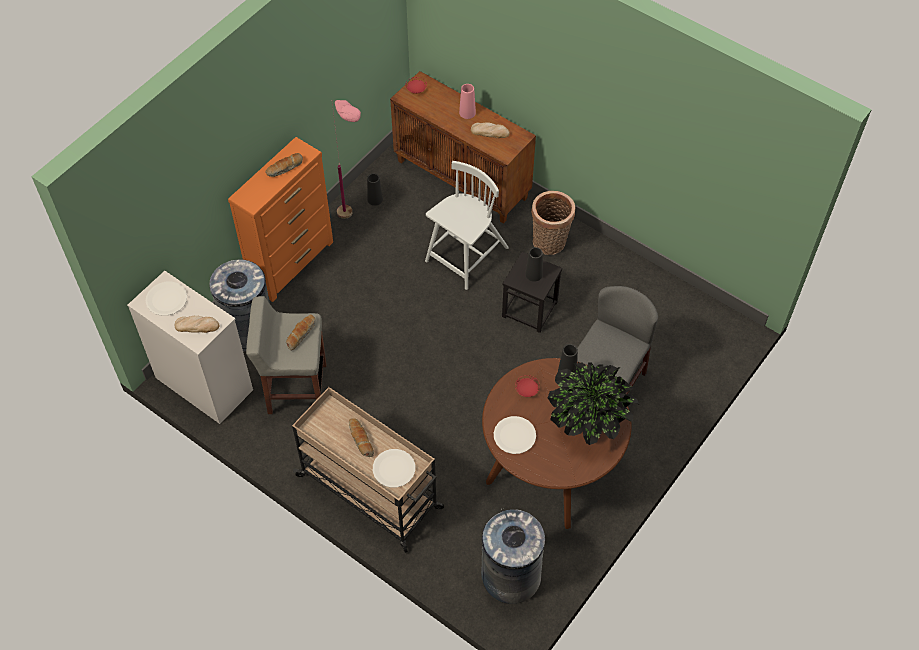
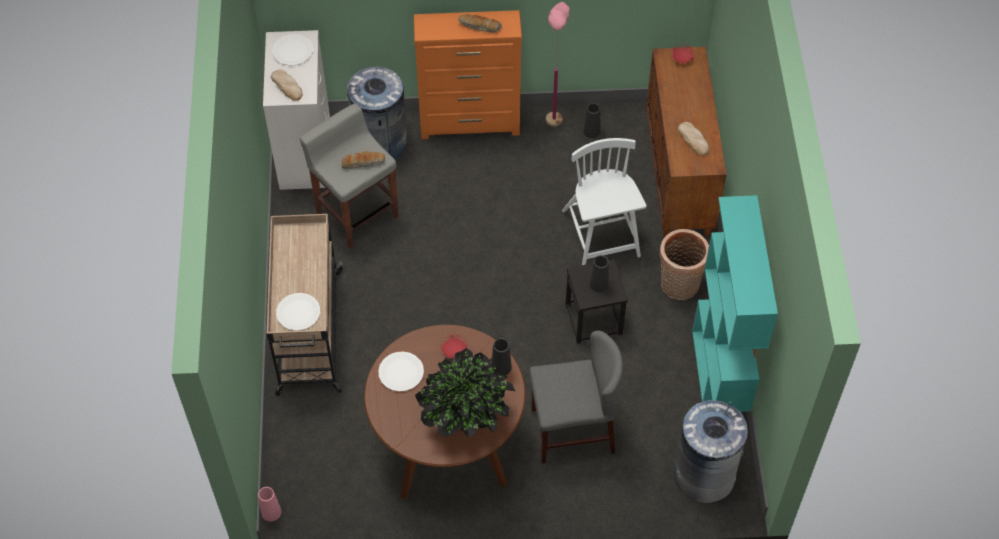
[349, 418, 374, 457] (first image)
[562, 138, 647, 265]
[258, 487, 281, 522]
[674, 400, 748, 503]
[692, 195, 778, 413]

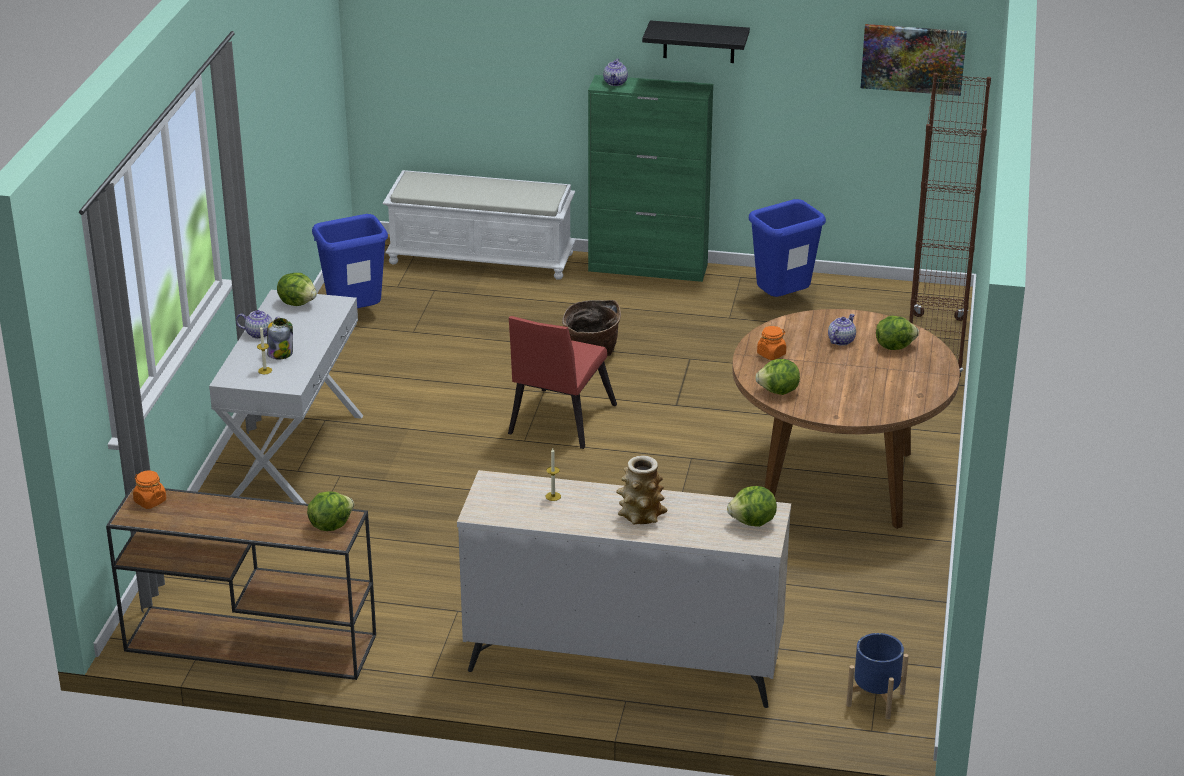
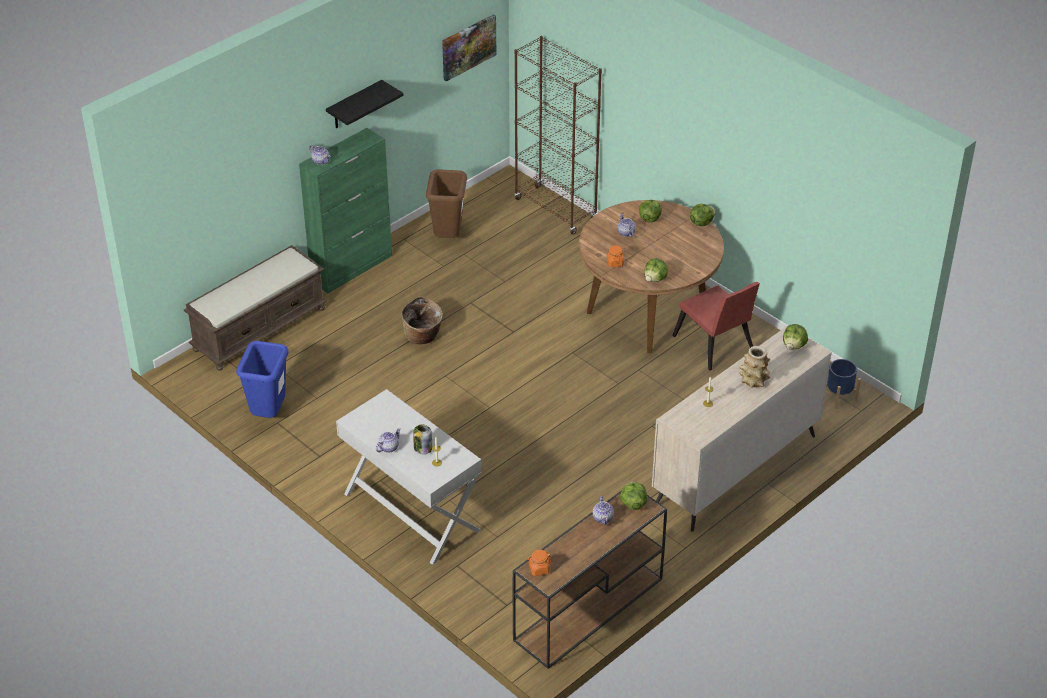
[690, 204, 716, 226]
[184, 245, 327, 371]
[672, 282, 760, 370]
[426, 169, 467, 238]
[593, 496, 614, 525]

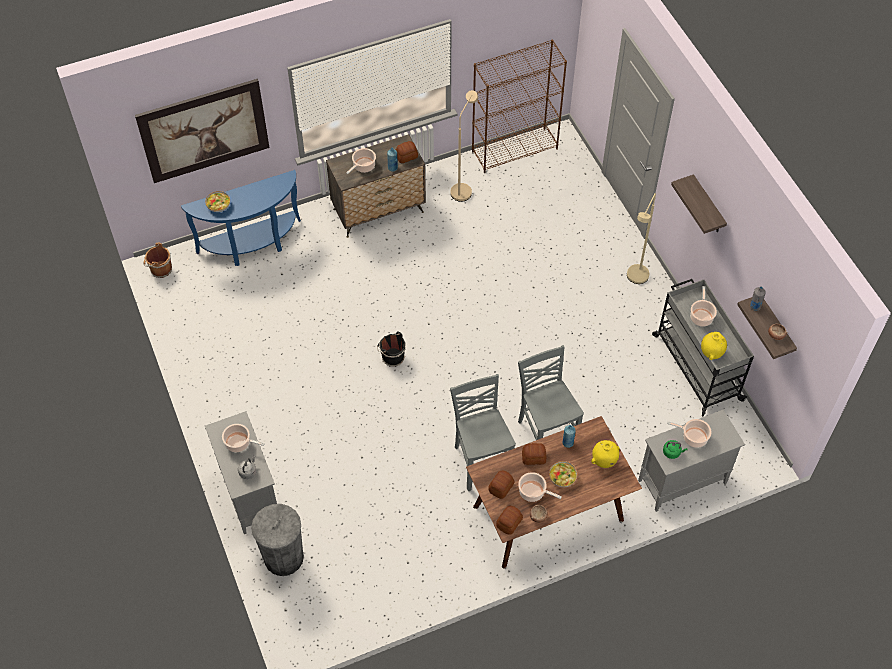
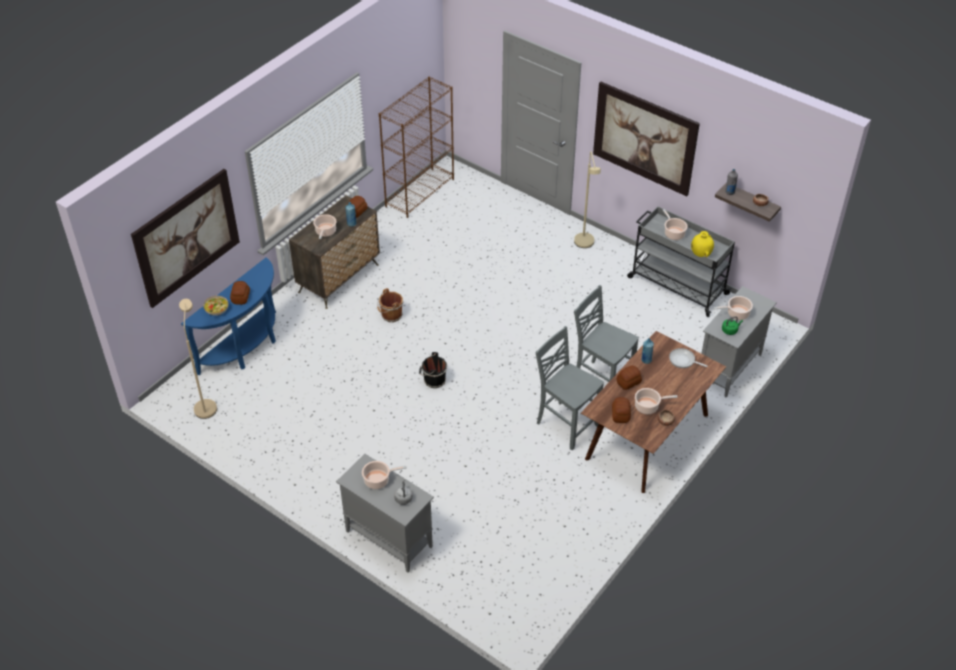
[377, 288, 404, 322]
[251, 504, 304, 576] (first image)
[179, 299, 217, 419]
[230, 281, 250, 305]
[549, 461, 577, 487] (first image)
[669, 348, 708, 368]
[593, 82, 700, 196]

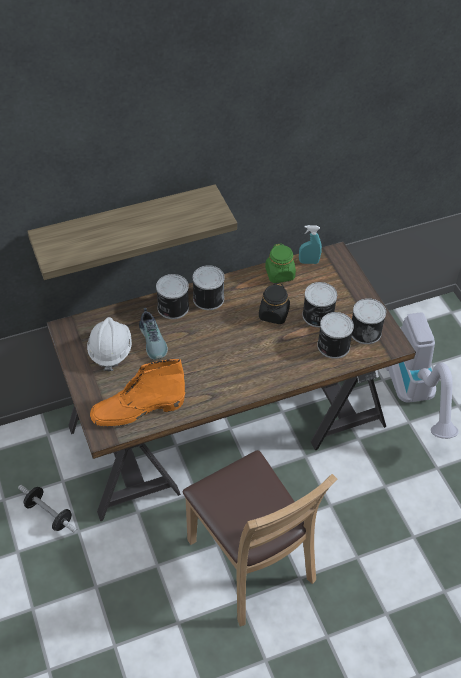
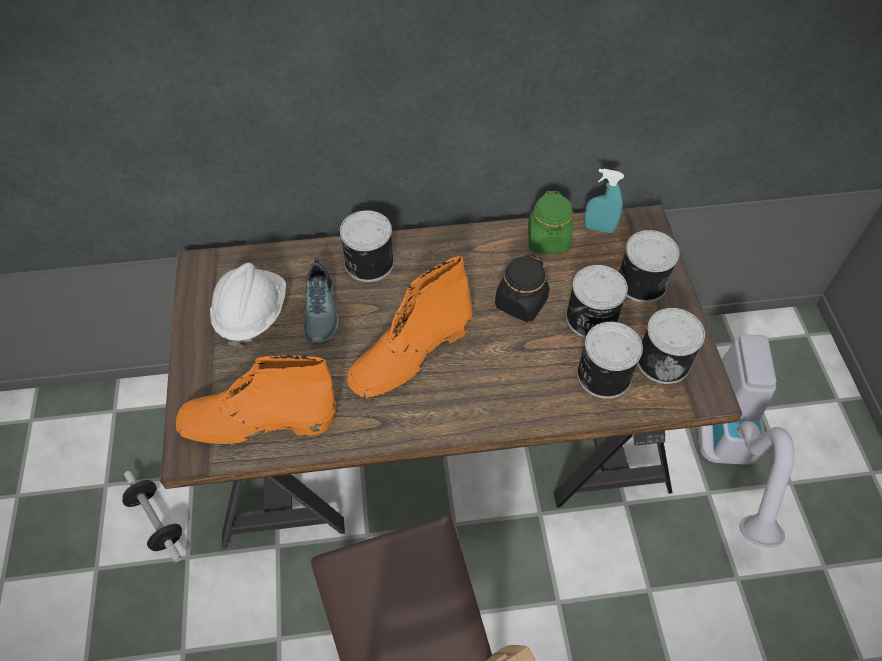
[27, 184, 237, 280] (first image)
[619, 230, 680, 303]
[347, 256, 473, 398]

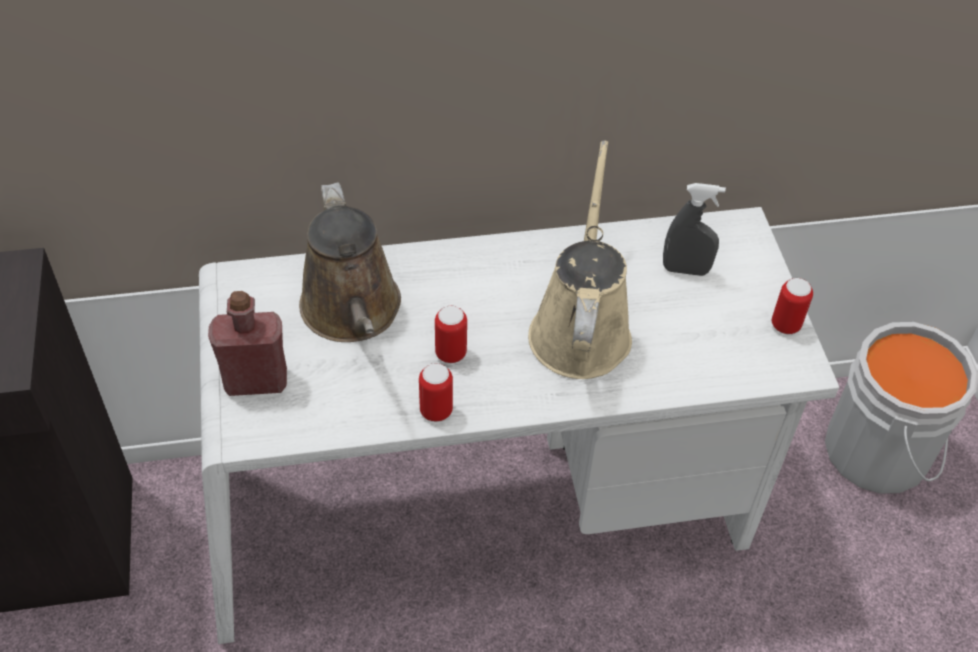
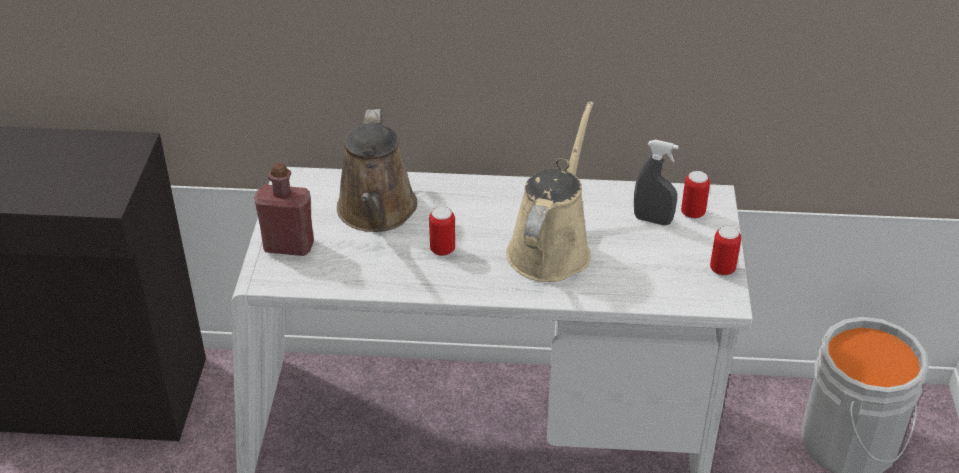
[681, 171, 710, 219]

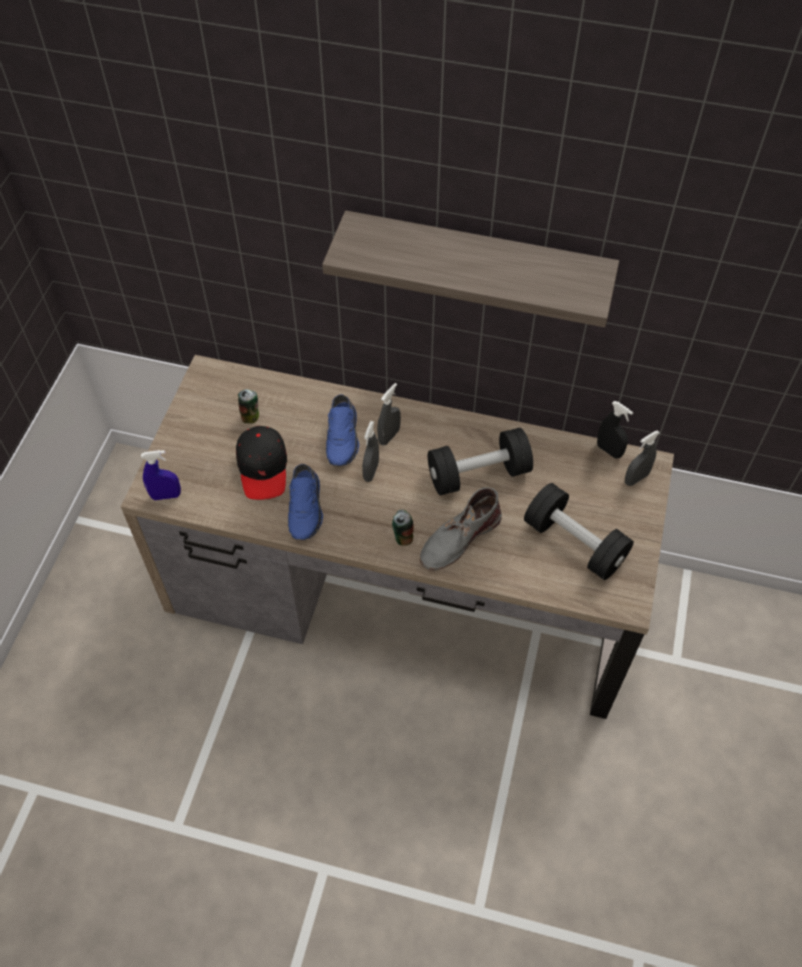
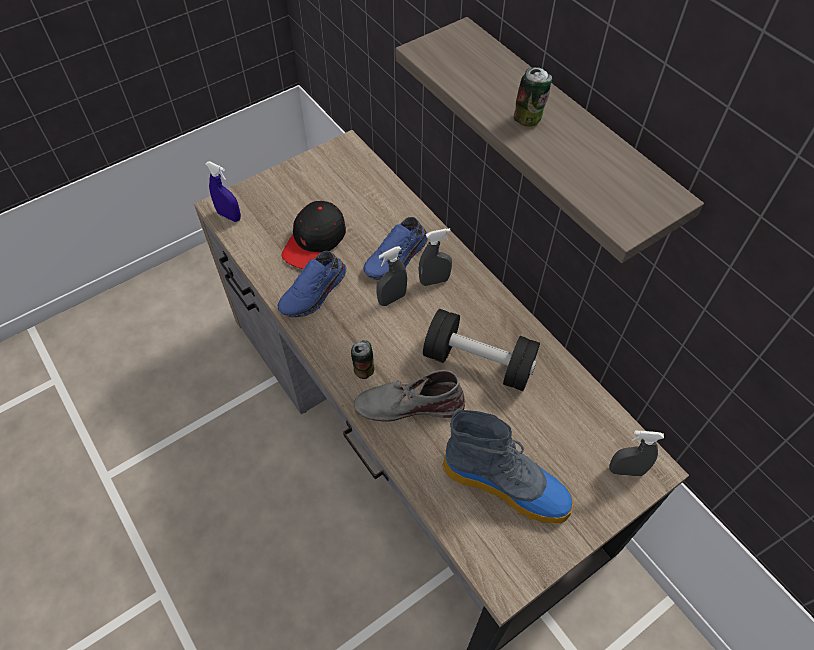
[514, 67, 552, 126]
[442, 410, 573, 524]
[597, 401, 633, 458] (first image)

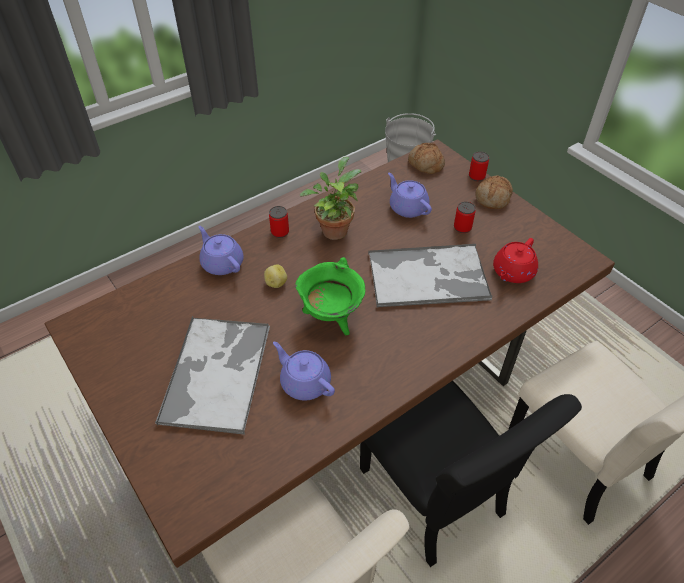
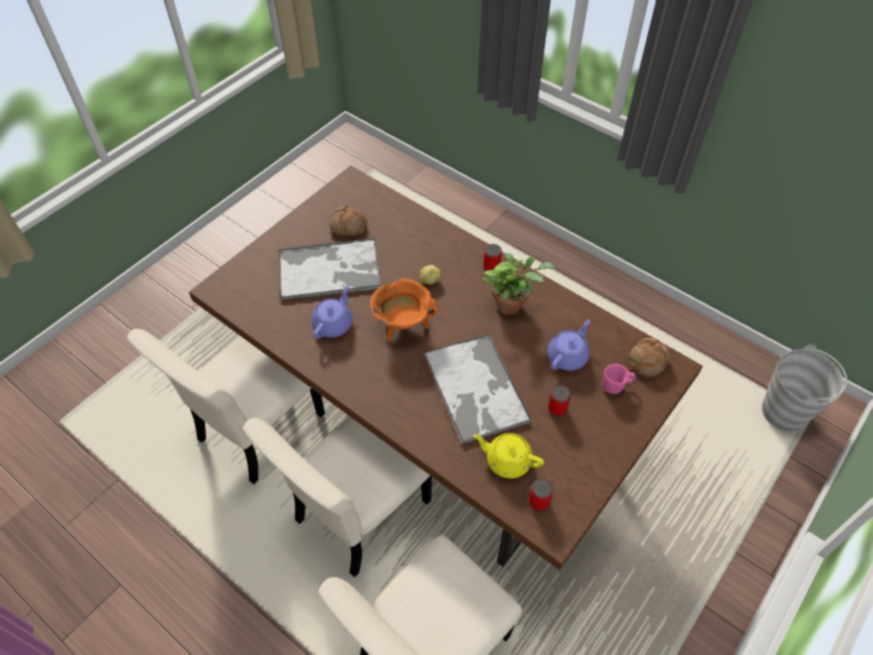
[198, 226, 243, 275] (first image)
[370, 279, 438, 342]
[243, 416, 432, 577]
[529, 479, 553, 510]
[329, 206, 367, 236]
[473, 433, 544, 478]
[603, 364, 636, 394]

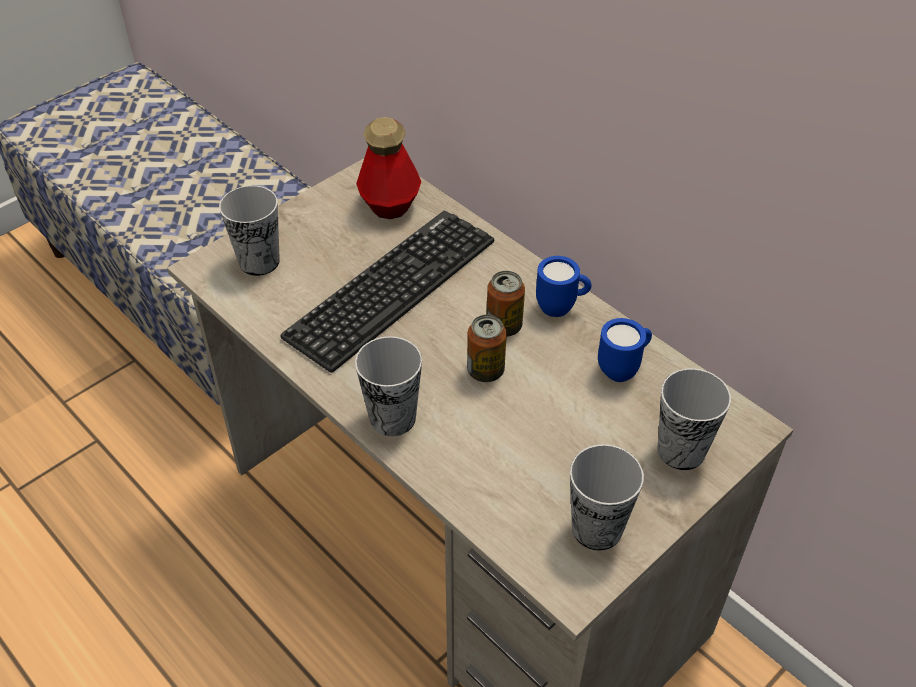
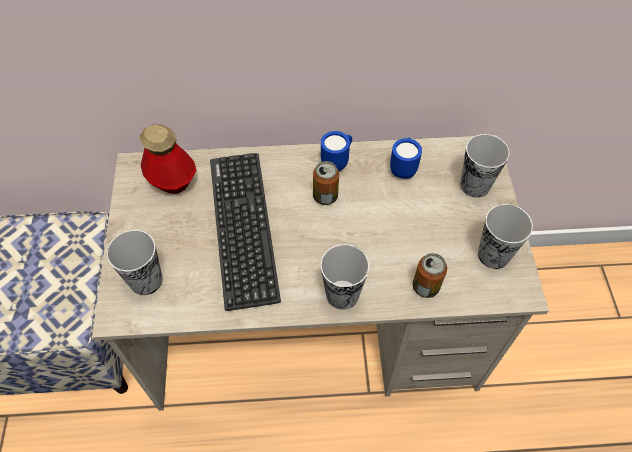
[413, 253, 447, 298]

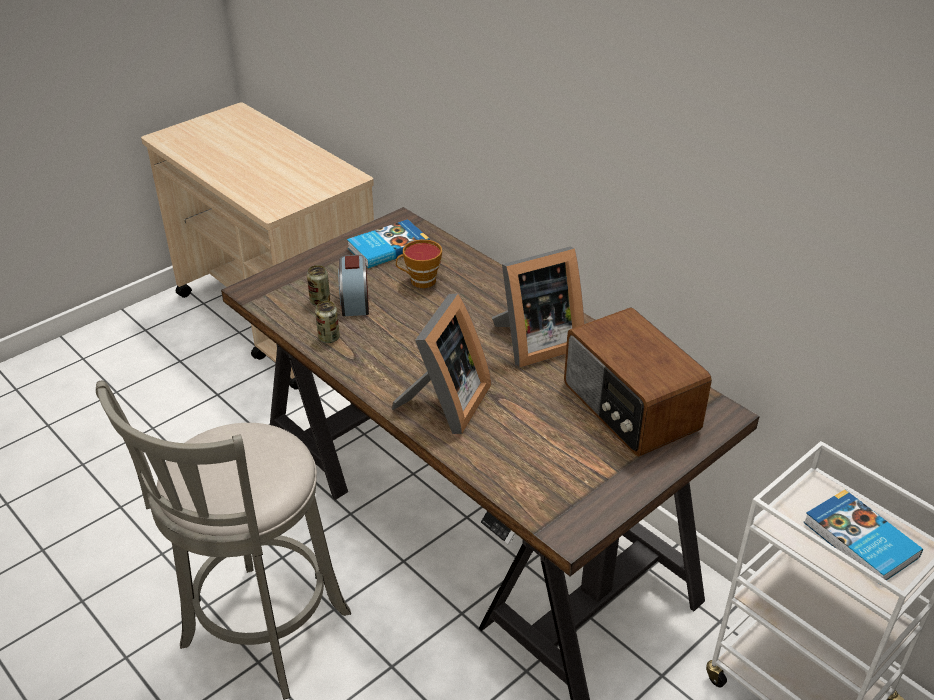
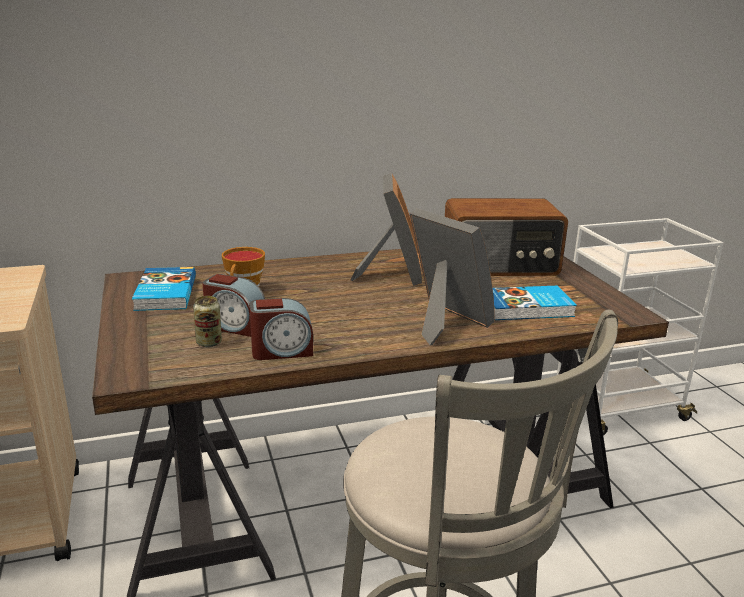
[250, 298, 313, 360]
[493, 286, 577, 320]

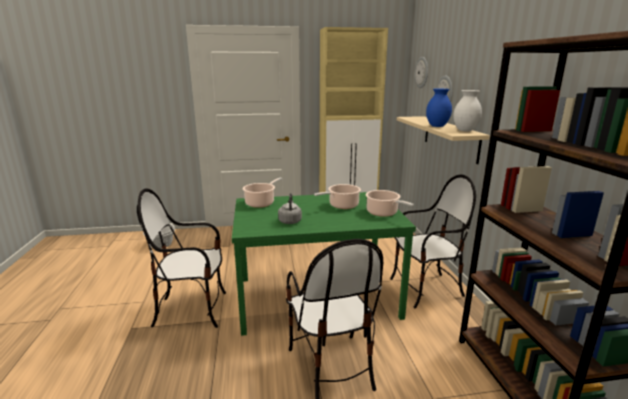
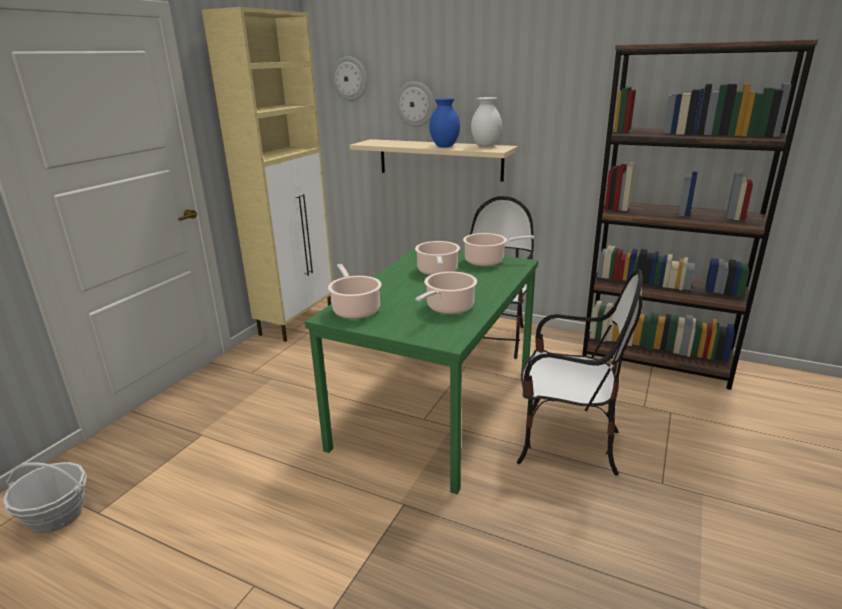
[137, 188, 226, 328] (first image)
[415, 271, 477, 314]

